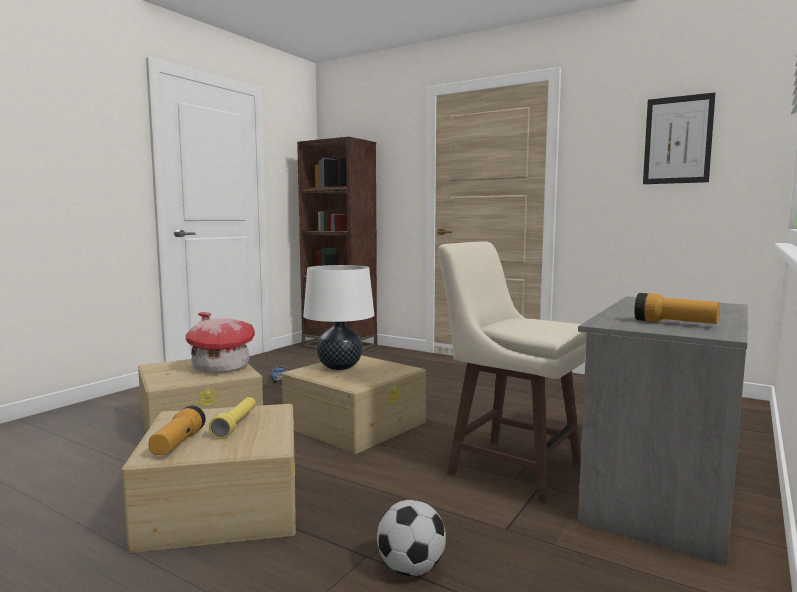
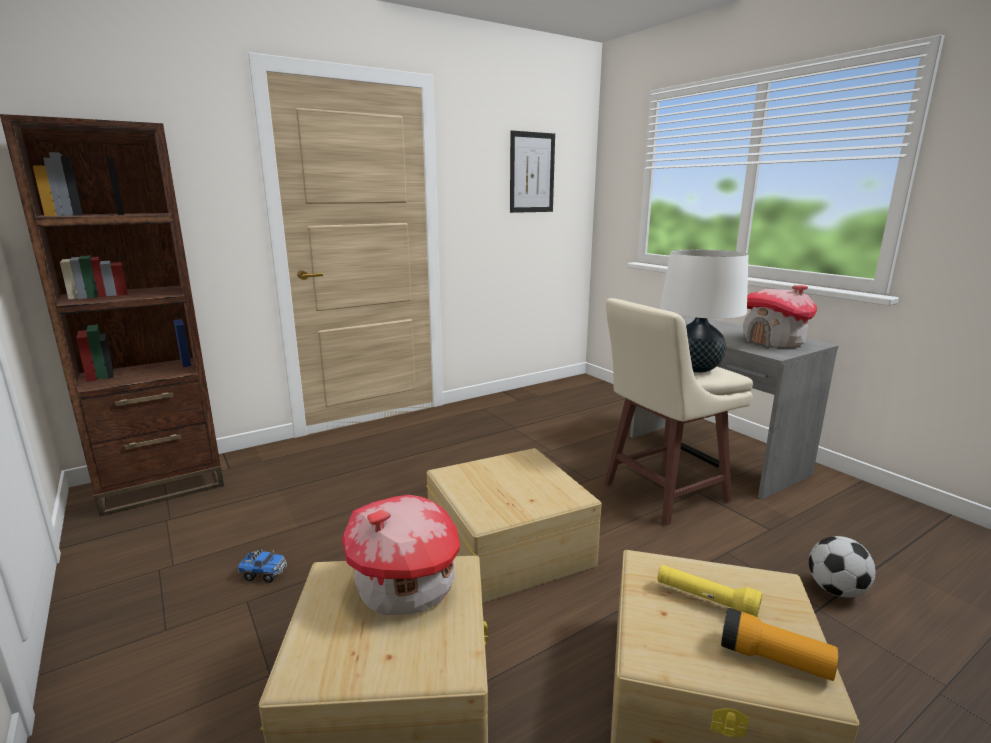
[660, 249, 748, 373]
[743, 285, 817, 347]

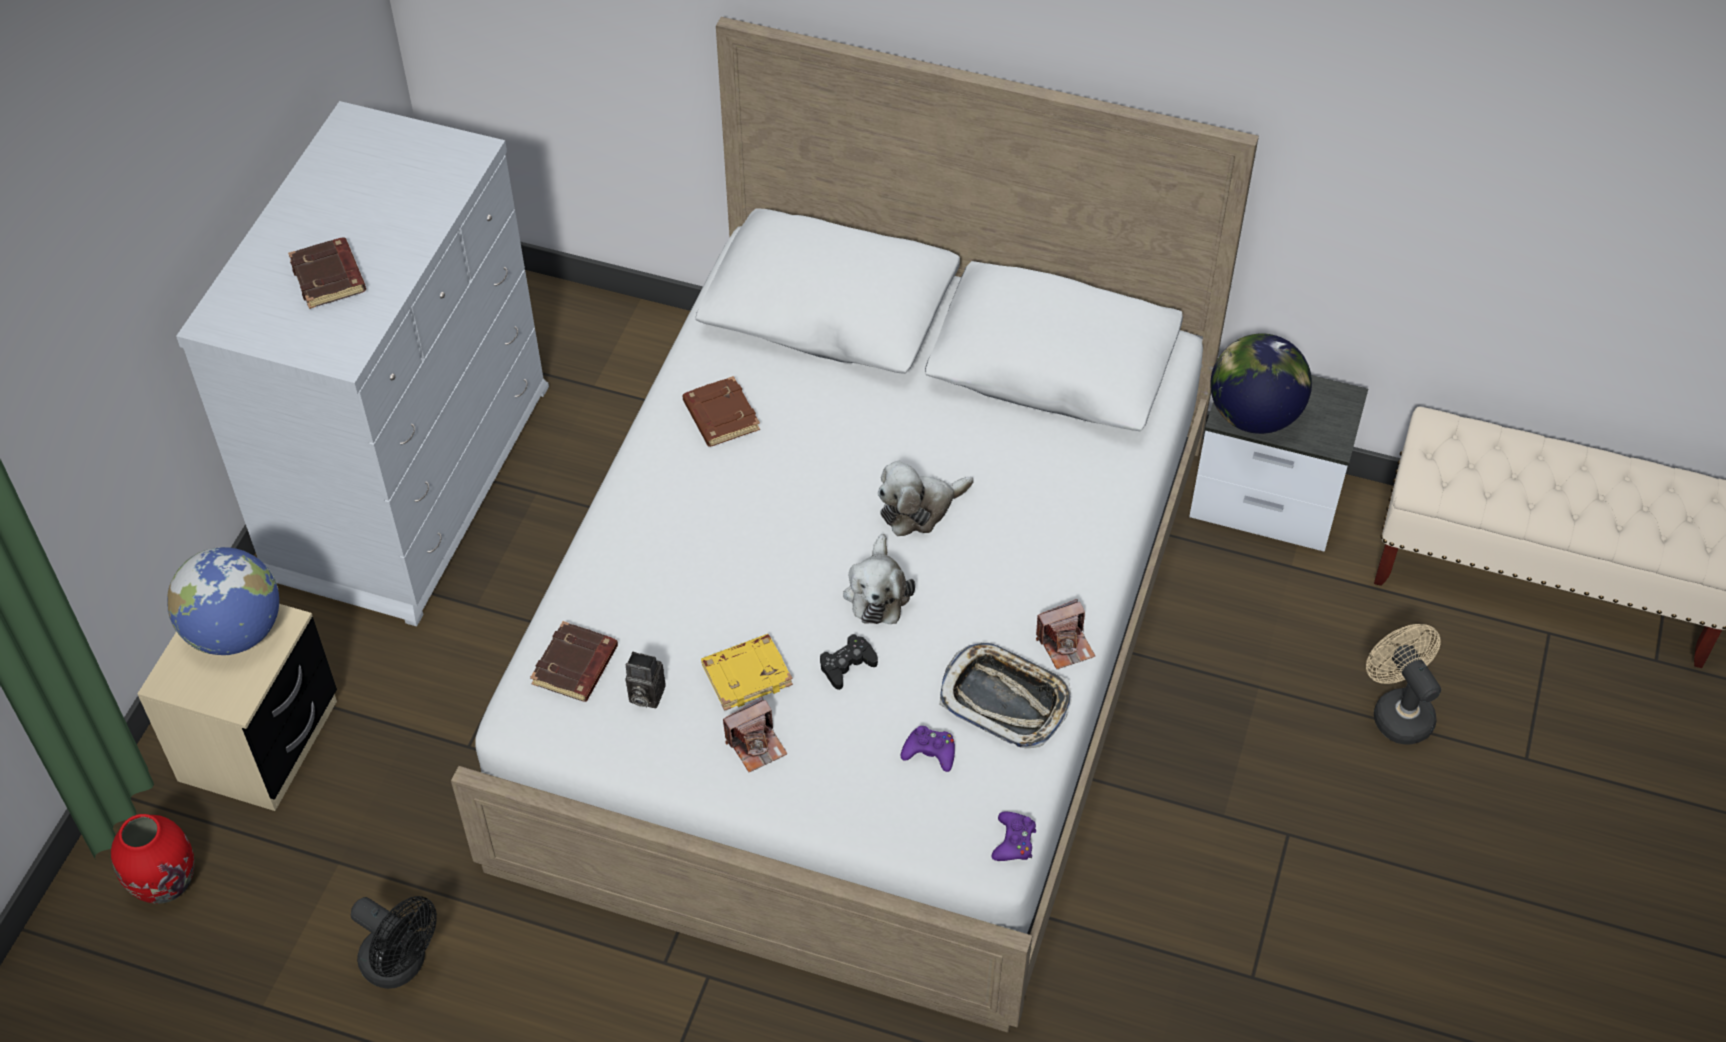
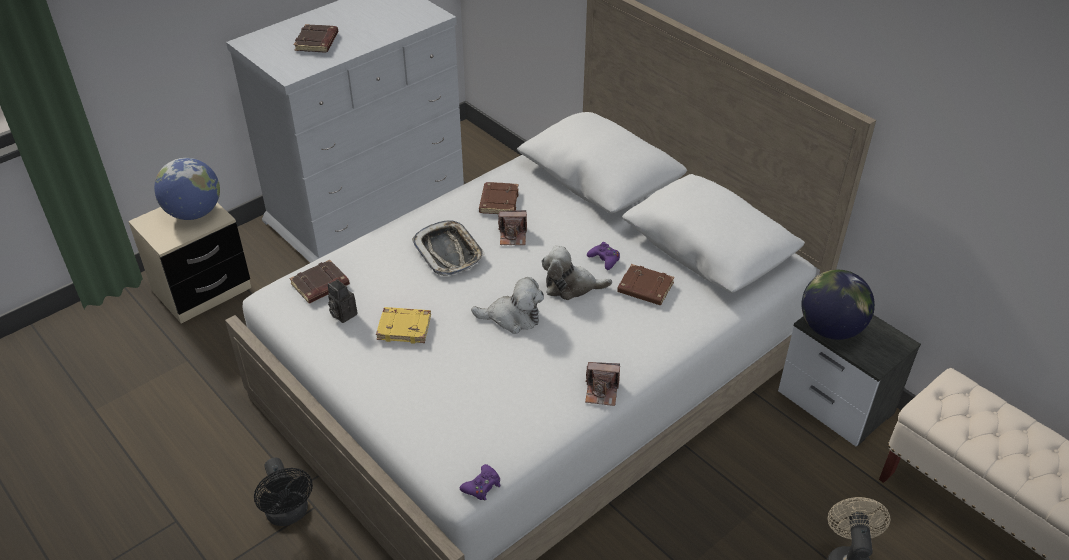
[111, 814, 194, 904] (first image)
[254, 457, 313, 526]
[498, 210, 527, 245]
[820, 634, 878, 690] (first image)
[471, 277, 544, 334]
[587, 242, 620, 270]
[412, 220, 485, 276]
[617, 264, 674, 305]

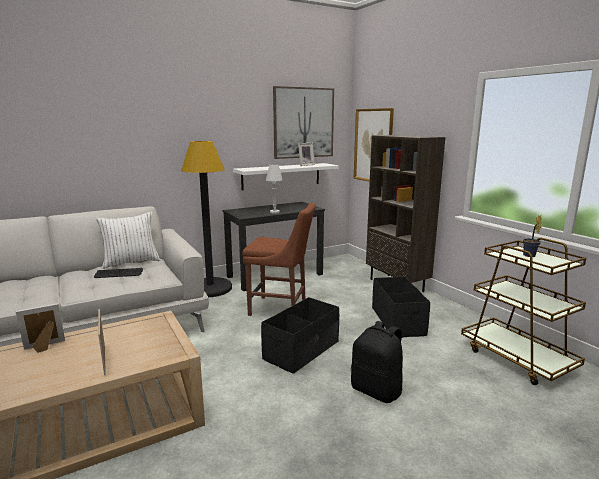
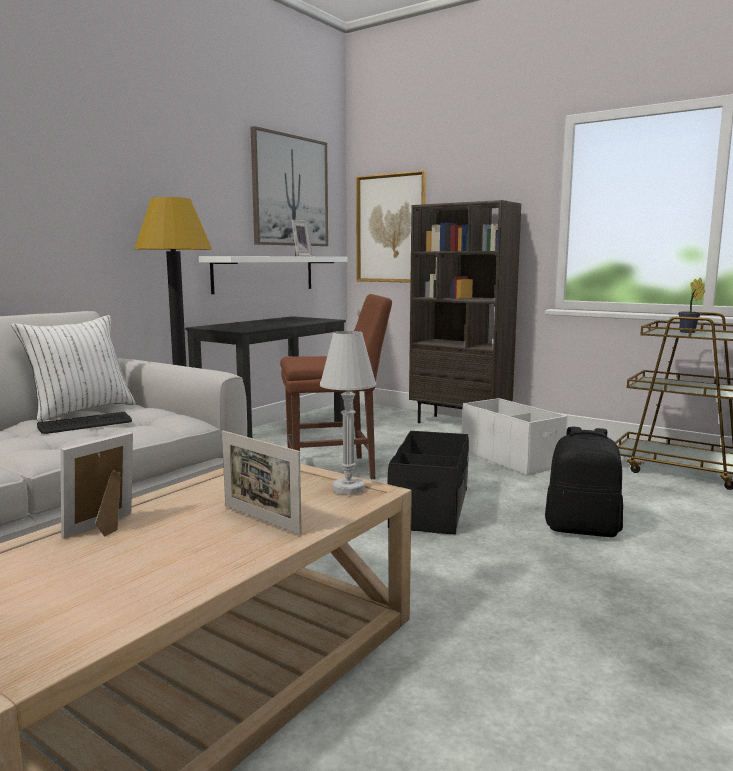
[320, 331, 376, 494]
[462, 398, 568, 475]

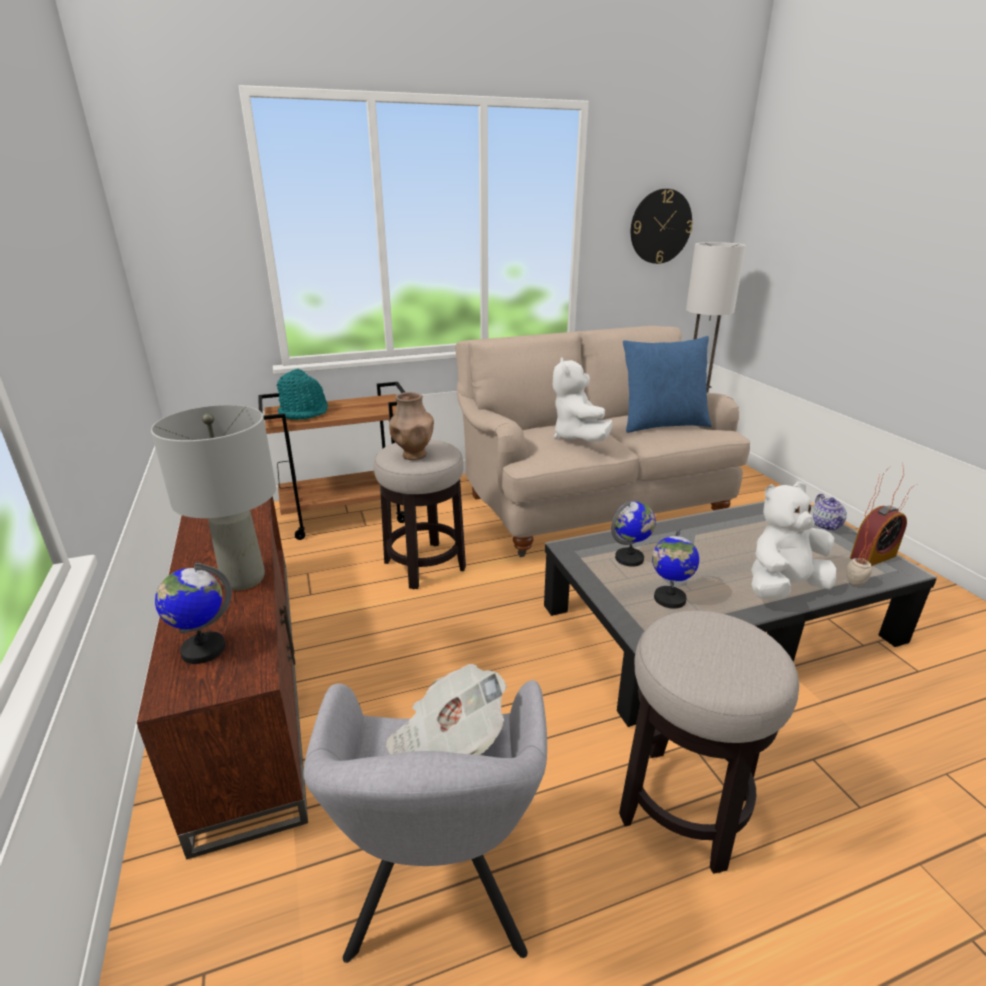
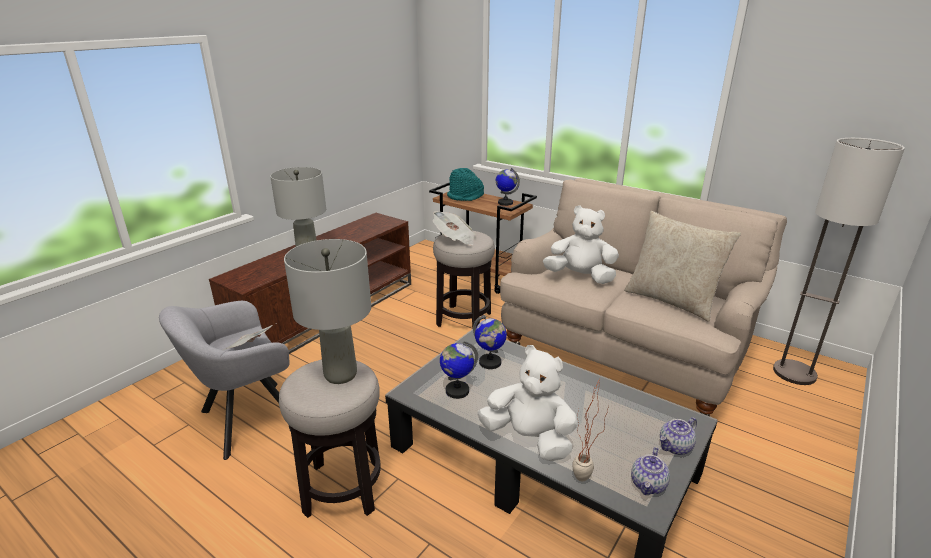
[496, 168, 520, 206]
[433, 211, 476, 246]
[543, 205, 619, 284]
[624, 211, 741, 322]
[631, 189, 693, 264] (first image)
[631, 447, 670, 495]
[284, 239, 371, 384]

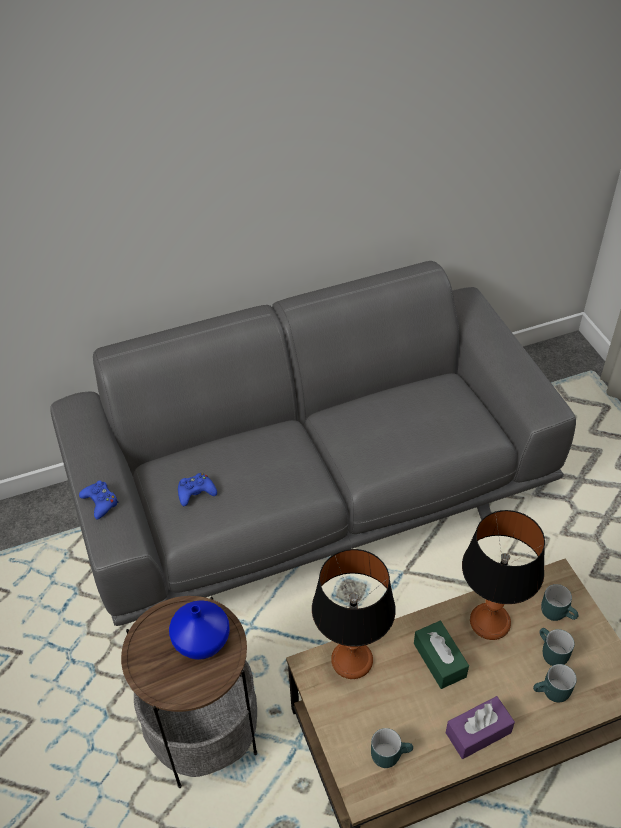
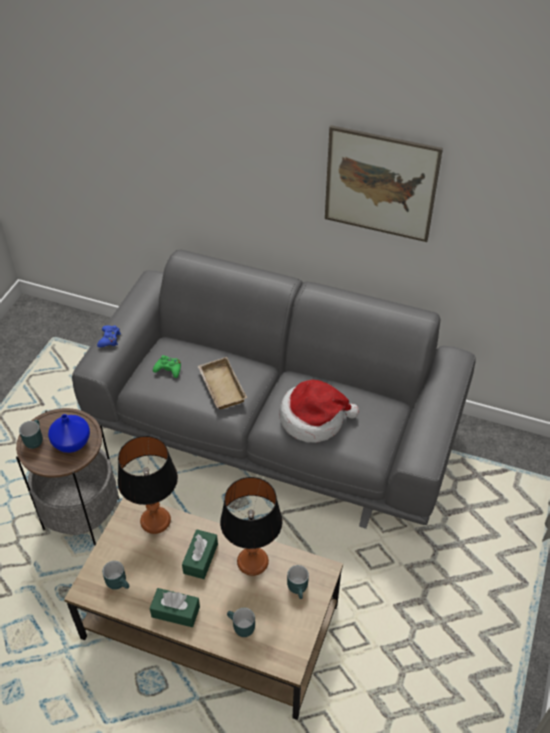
[153, 355, 181, 378]
[150, 588, 200, 627]
[19, 420, 43, 449]
[197, 357, 247, 409]
[279, 380, 359, 443]
[325, 125, 443, 242]

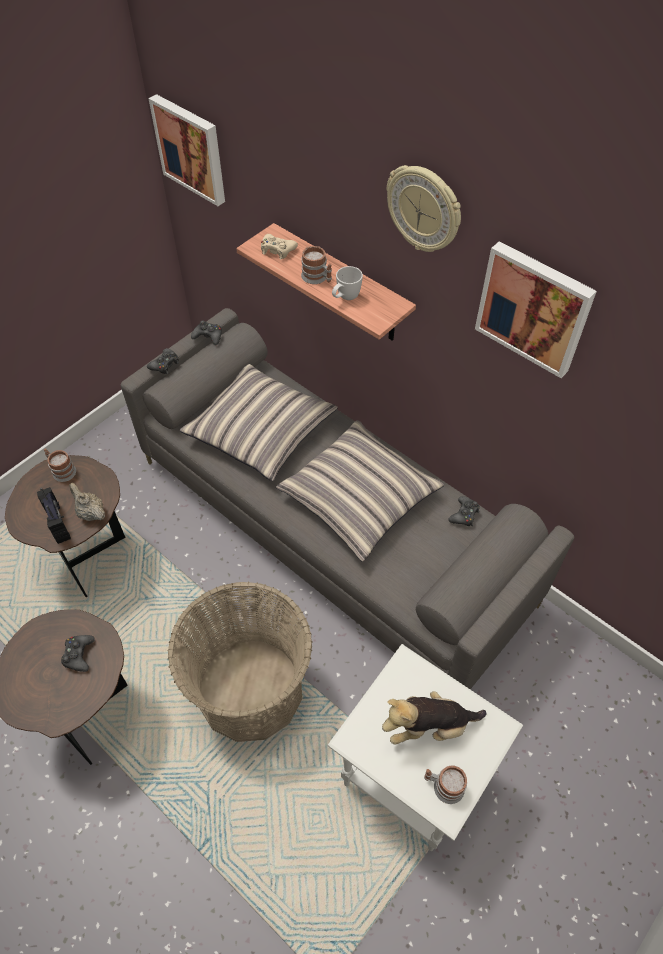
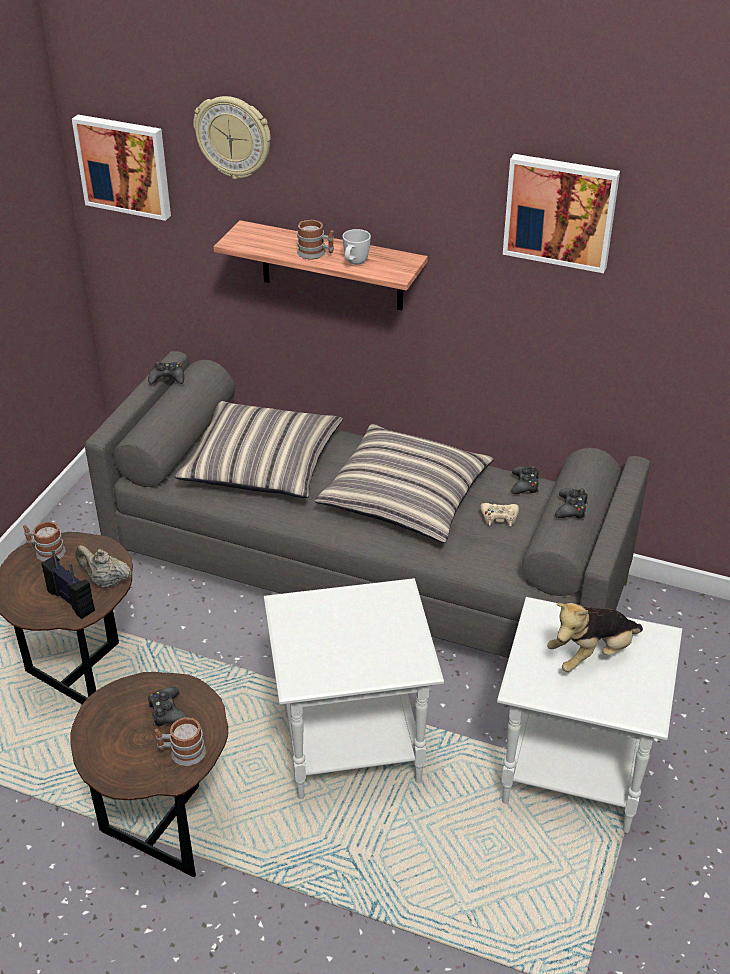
[555, 488, 588, 519]
[264, 578, 444, 799]
[480, 503, 519, 526]
[193, 96, 271, 179]
[155, 718, 206, 766]

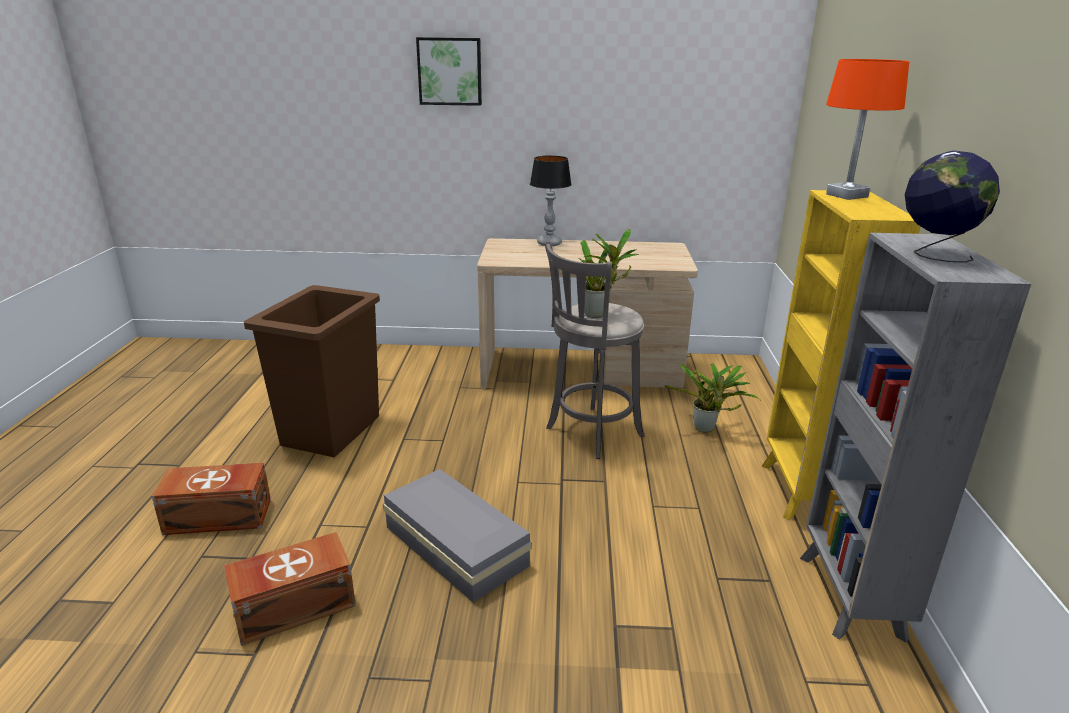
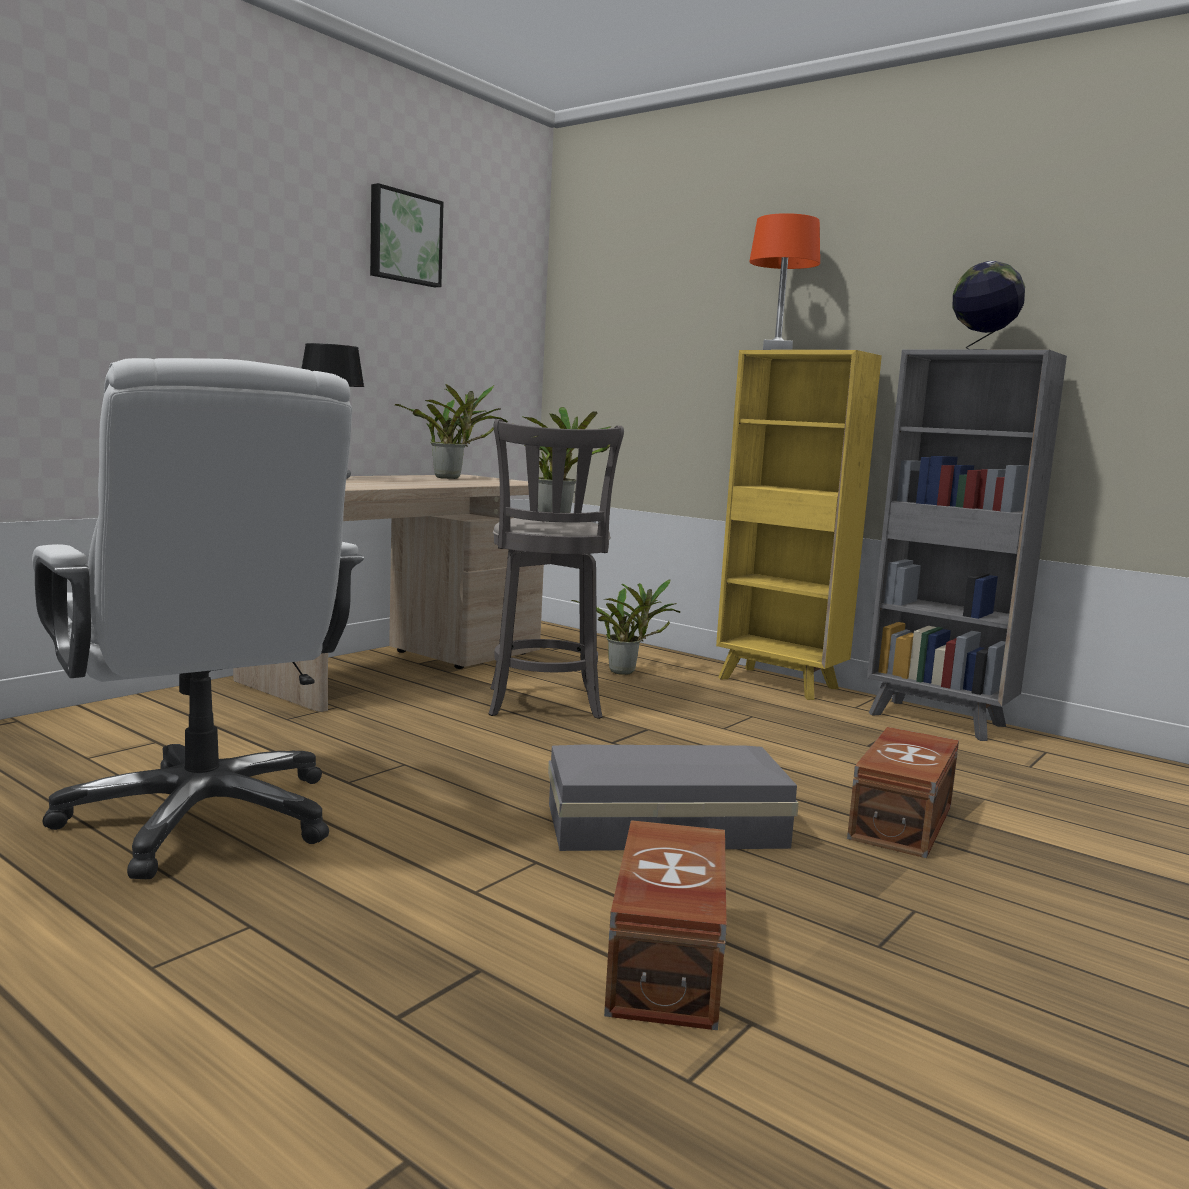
[847, 727, 959, 858]
[32, 358, 364, 879]
[370, 183, 443, 287]
[395, 384, 508, 479]

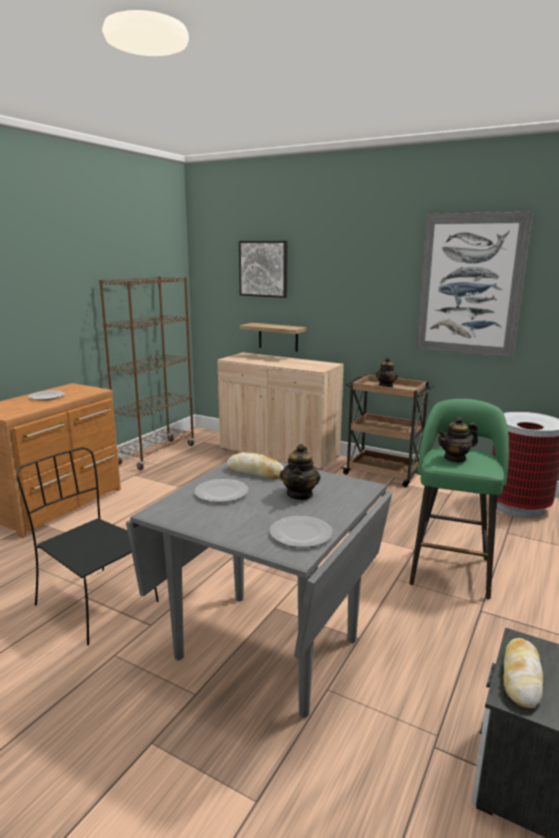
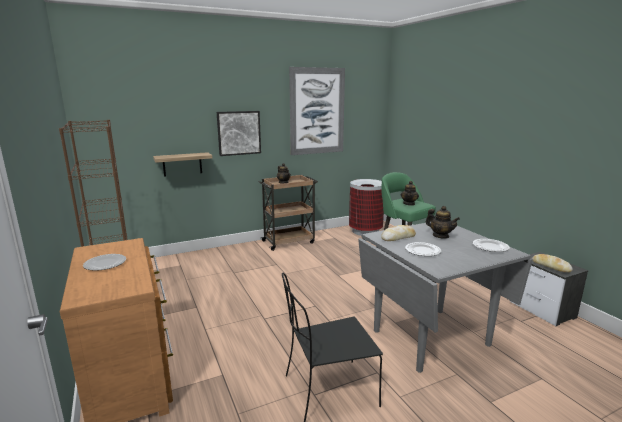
[217, 352, 344, 470] (first image)
[217, 111, 261, 156]

